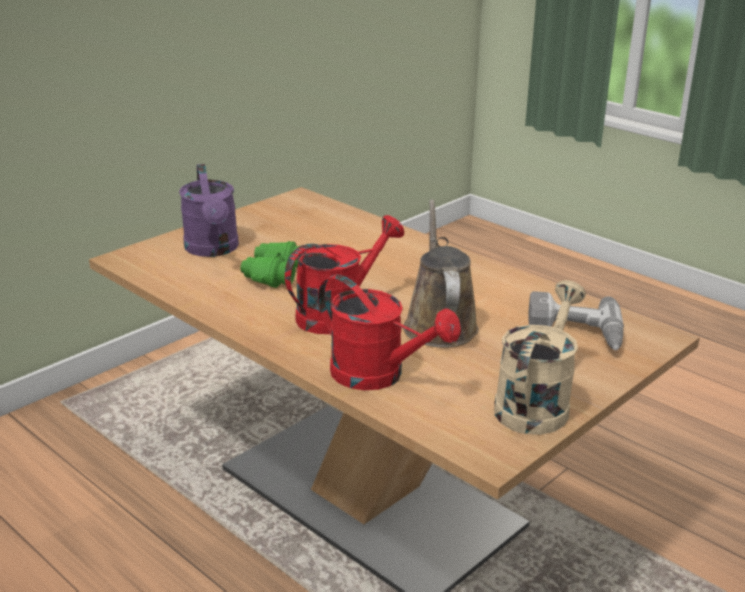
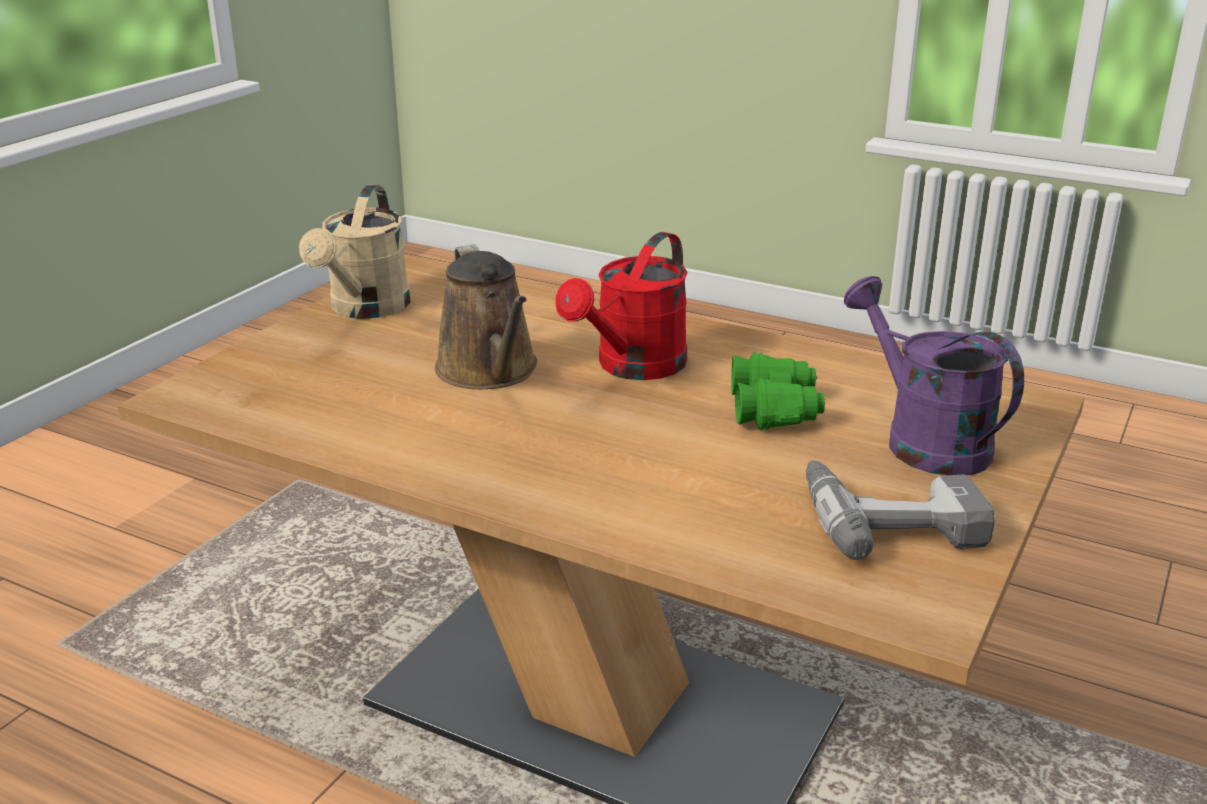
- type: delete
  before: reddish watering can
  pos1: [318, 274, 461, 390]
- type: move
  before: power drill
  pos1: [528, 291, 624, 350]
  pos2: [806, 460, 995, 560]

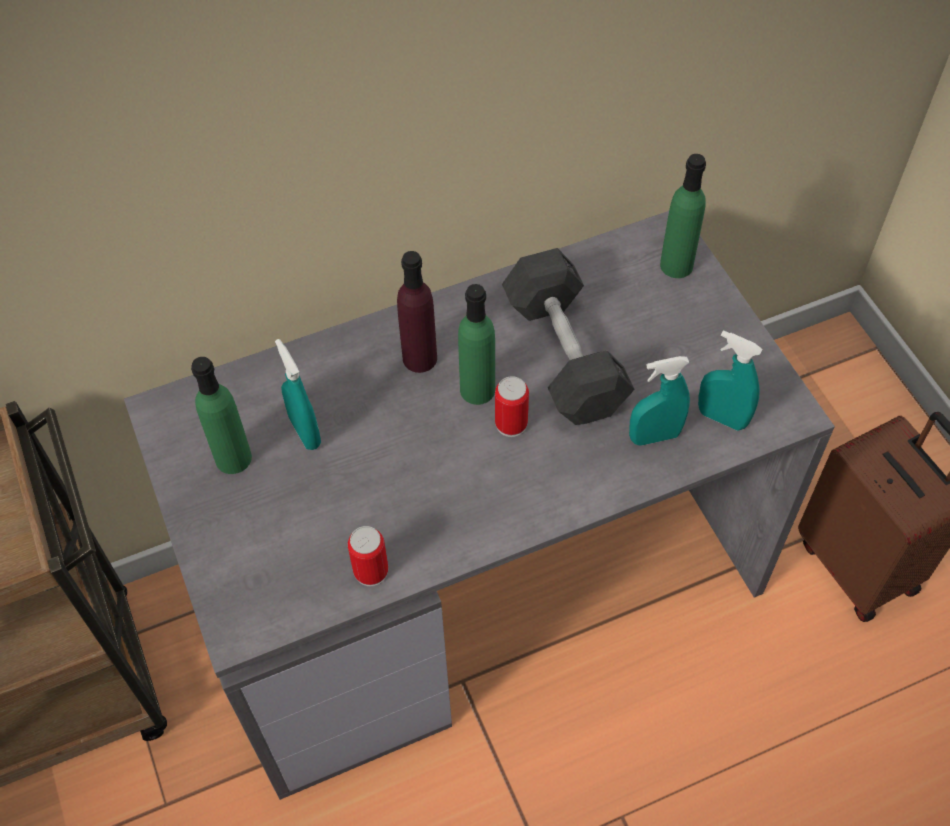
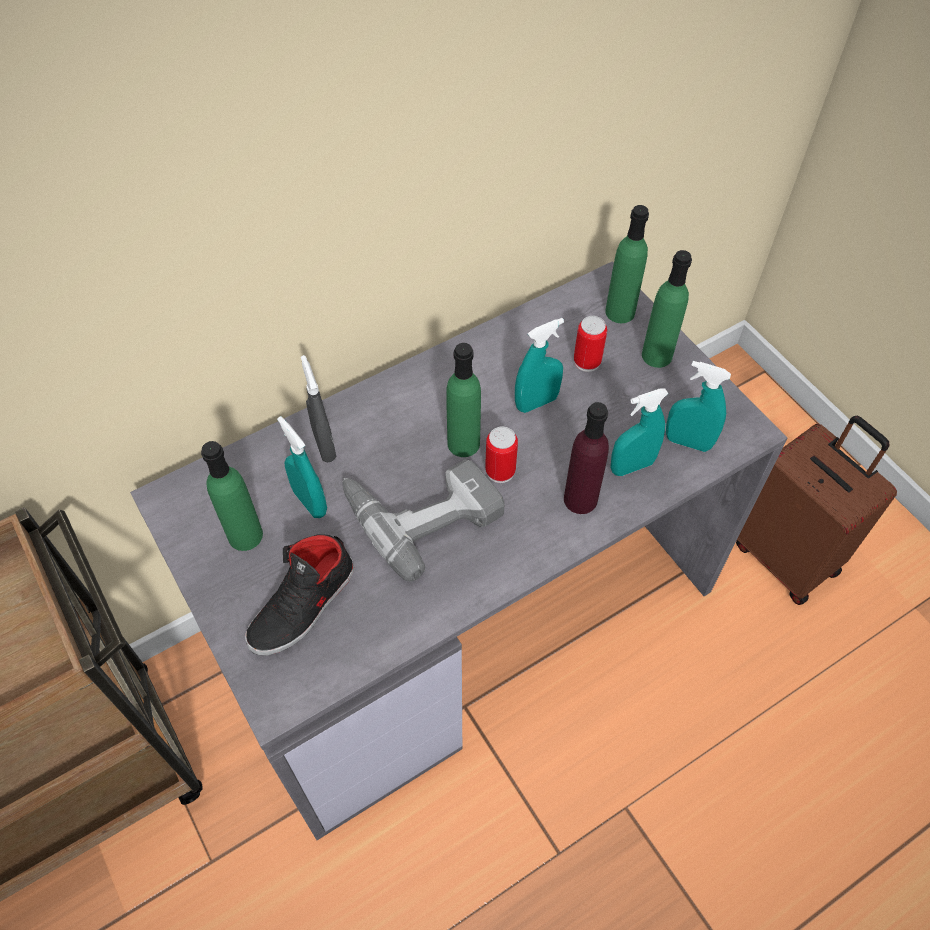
- type: insert
  after: blackish item of footwear
  pos2: [245, 535, 354, 655]
- type: insert
  after: grey sprayer
  pos2: [301, 355, 337, 462]
- type: insert
  after: power drill
  pos2: [342, 460, 505, 581]
- type: insert
  after: green drink bottle
  pos2: [642, 250, 692, 368]
- type: move
  before: can
  pos1: [348, 526, 388, 586]
  pos2: [574, 316, 607, 372]
- type: move
  before: purple drink bottle
  pos1: [397, 251, 437, 373]
  pos2: [564, 402, 609, 514]
- type: replace
  before: grey dumbbell
  after: turquoise sprayer
  pos1: [502, 248, 635, 425]
  pos2: [515, 318, 564, 413]

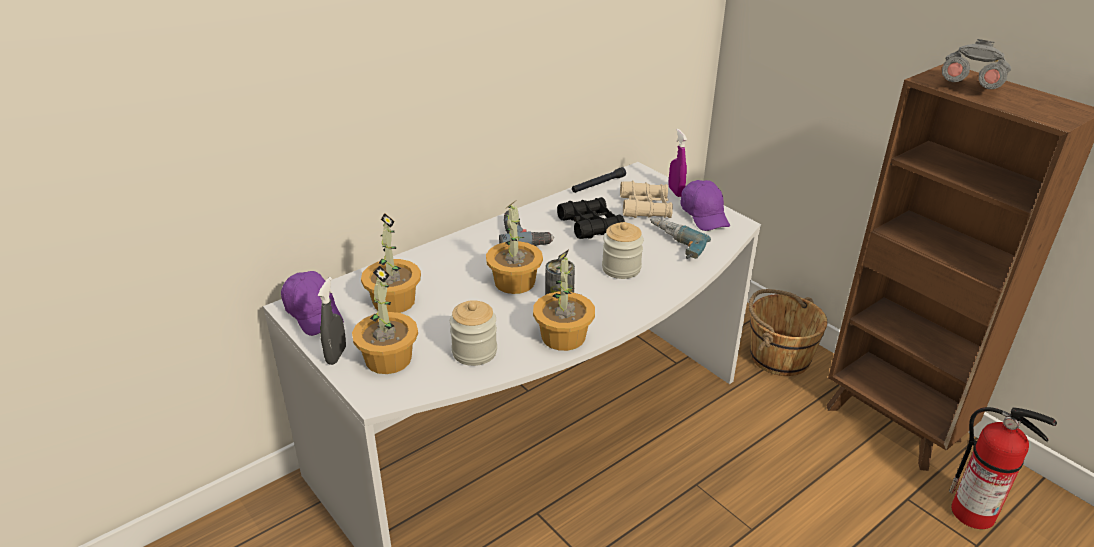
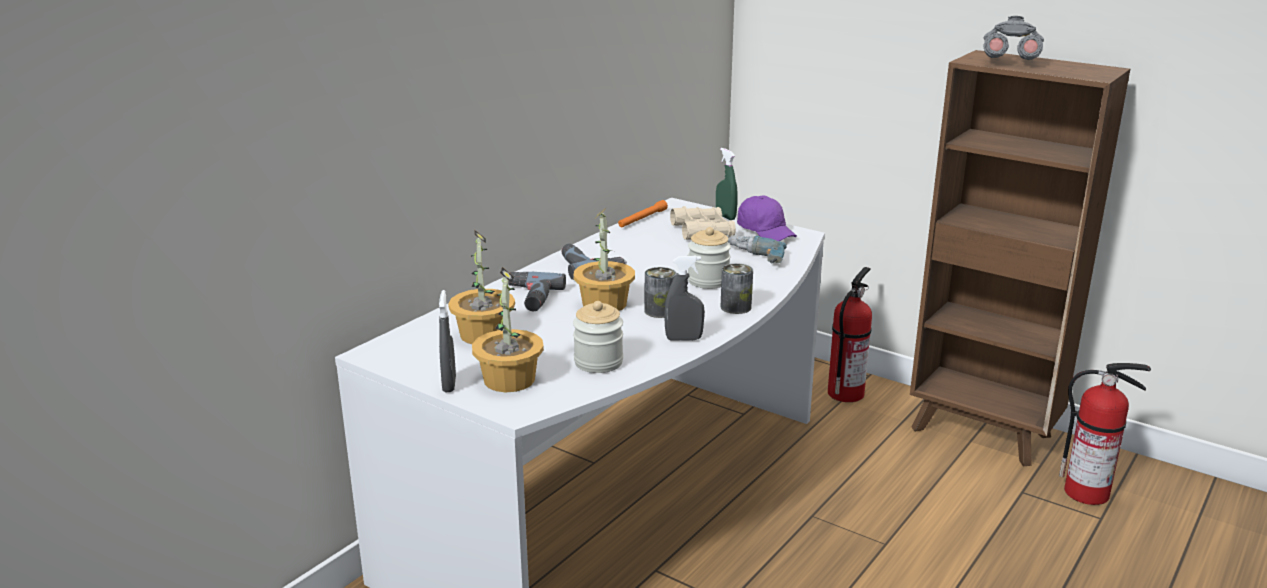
- type: delete
  before: purple peaked cap
  pos1: [281, 271, 344, 336]
- type: delete
  before: blackish binoculars
  pos1: [557, 197, 625, 239]
- type: insert
  after: power drill
  pos2: [508, 272, 566, 311]
- type: insert
  after: can
  pos2: [721, 263, 753, 314]
- type: replace
  before: plant in a pot
  after: grey sprayer
  pos1: [533, 249, 595, 351]
  pos2: [664, 256, 705, 341]
- type: replace
  before: brown-coloured bucket
  after: fire extinguisher
  pos1: [749, 289, 828, 376]
  pos2: [828, 267, 872, 402]
- type: recolor
  before: blackish hand torch
  after: orange hand torch
  pos1: [572, 167, 626, 193]
  pos2: [618, 200, 668, 227]
- type: recolor
  before: purple sprayer
  after: green sprayer
  pos1: [669, 129, 687, 197]
  pos2: [716, 148, 738, 220]

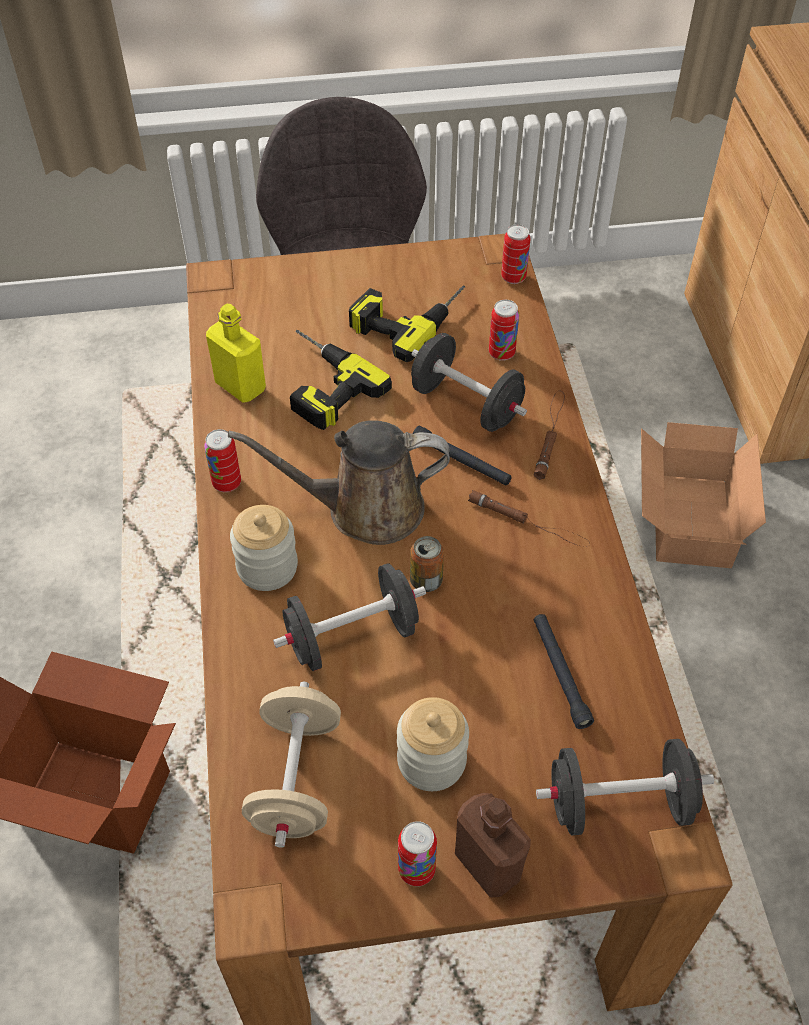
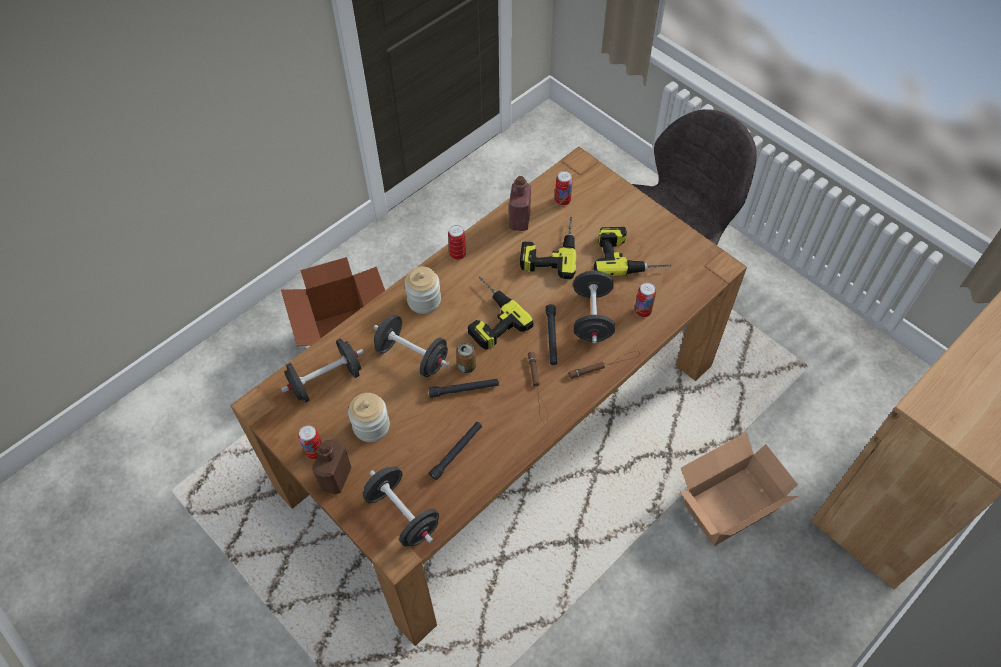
- type: insert
  after: blackish hand torch
  pos2: [428, 379, 499, 398]
- type: move
  before: can
  pos1: [501, 224, 531, 284]
  pos2: [555, 171, 573, 206]
- type: replace
  before: brown-coloured watering can
  after: power drill
  pos1: [228, 420, 450, 545]
  pos2: [468, 277, 533, 350]
- type: recolor
  before: yellow-coloured drink bottle
  after: reddish drink bottle
  pos1: [206, 304, 266, 403]
  pos2: [509, 176, 531, 231]
- type: recolor
  before: sand-coloured dumbbell
  after: blackish dumbbell
  pos1: [242, 682, 341, 848]
  pos2: [281, 339, 364, 403]

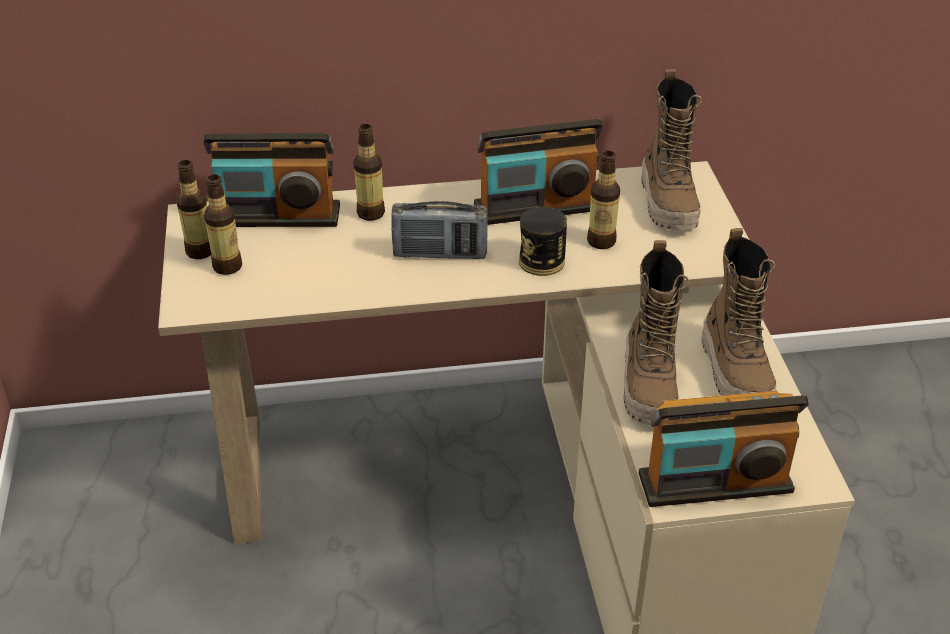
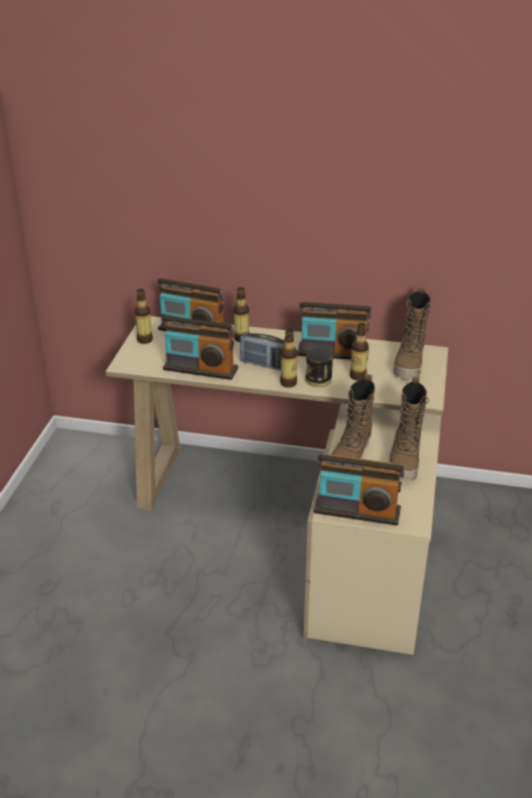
- type: insert
  after: radio
  pos2: [162, 316, 238, 380]
- type: move
  before: drink bottle
  pos1: [204, 174, 242, 275]
  pos2: [280, 329, 298, 388]

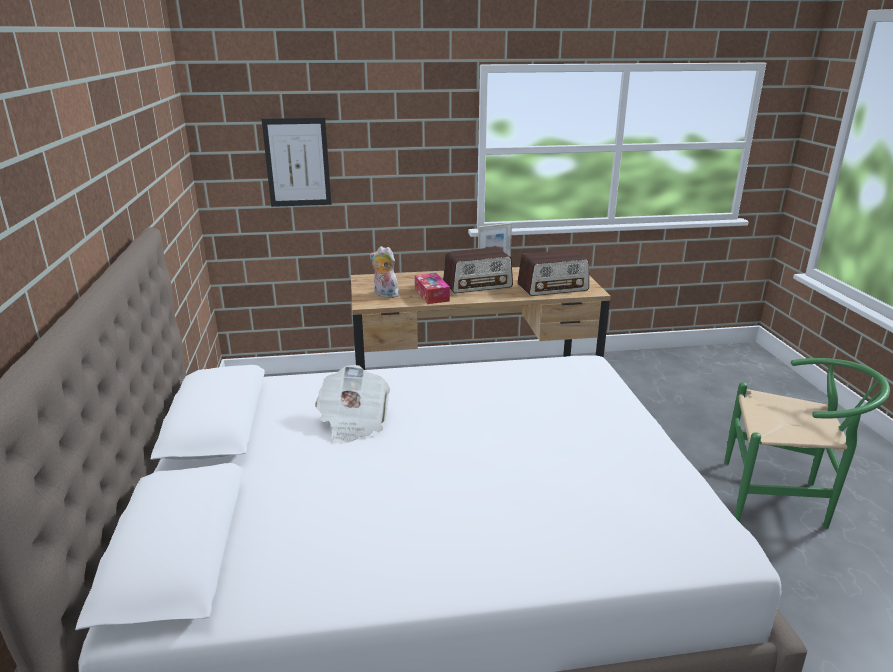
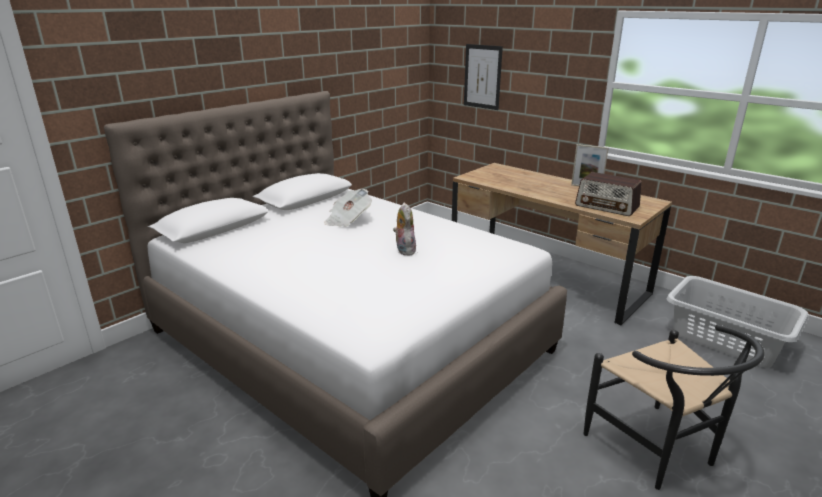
- type: delete
  before: tissue box
  pos1: [415, 273, 450, 304]
- type: delete
  before: radio
  pos1: [443, 247, 513, 293]
- type: insert
  after: grey laundry basket
  pos2: [667, 276, 808, 368]
- type: move
  before: plush toy
  pos1: [370, 246, 399, 299]
  pos2: [393, 202, 416, 256]
- type: recolor
  before: green plain chair
  after: blackish plain chair
  pos1: [725, 358, 890, 529]
  pos2: [584, 324, 765, 490]

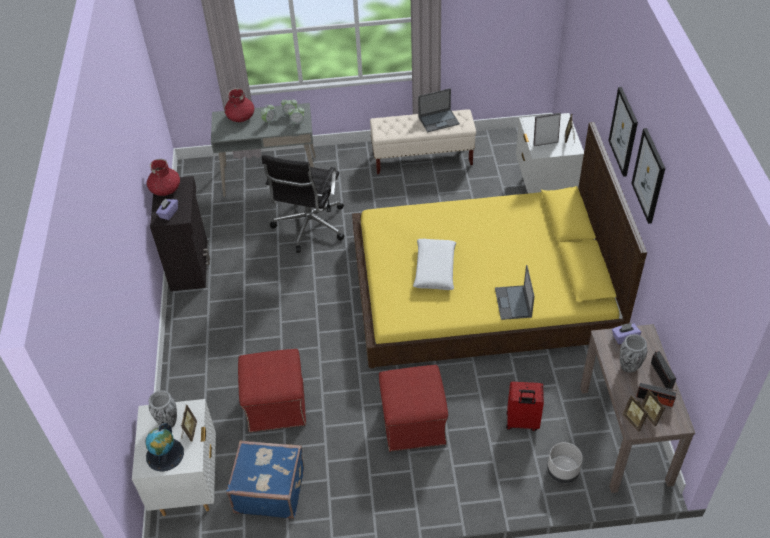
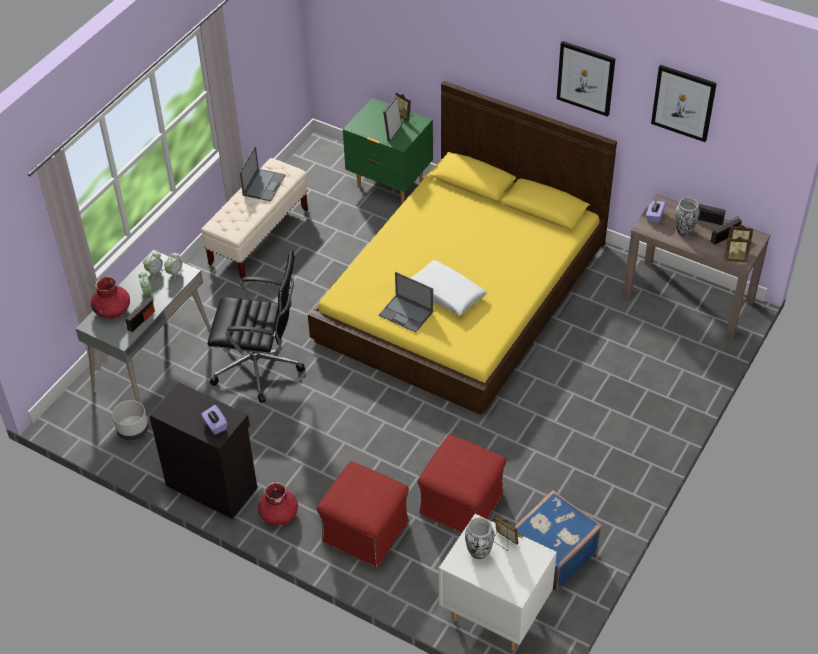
- type: delete
  before: world globe
  pos1: [146, 423, 184, 472]
- type: delete
  before: reddish suitcase
  pos1: [506, 382, 544, 431]
- type: insert
  after: radio
  pos2: [126, 296, 155, 332]
- type: move
  before: reddish flower vase
  pos1: [147, 159, 180, 196]
  pos2: [258, 482, 298, 525]
- type: move
  before: reddish pouffe
  pos1: [379, 365, 448, 452]
  pos2: [317, 461, 409, 568]
- type: move
  before: portable computer
  pos1: [495, 265, 535, 320]
  pos2: [379, 272, 433, 333]
- type: move
  before: grey plant pot
  pos1: [547, 442, 583, 483]
  pos2: [112, 400, 149, 441]
- type: move
  before: picture
  pos1: [608, 87, 638, 177]
  pos2: [651, 65, 717, 142]
- type: recolor
  before: white night table
  after: green night table
  pos1: [516, 113, 584, 194]
  pos2: [343, 98, 433, 204]
- type: rotate
  before: blackish desk chair
  pos1: [262, 155, 344, 253]
  pos2: [208, 250, 305, 403]
  turn: -45

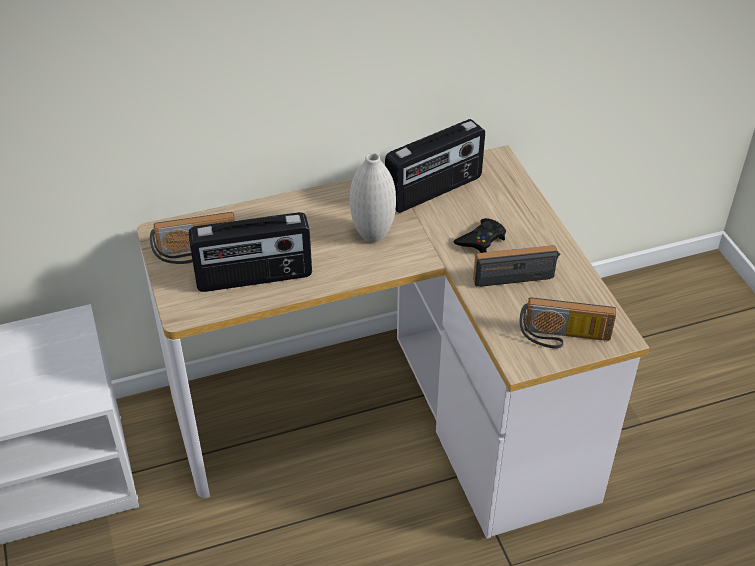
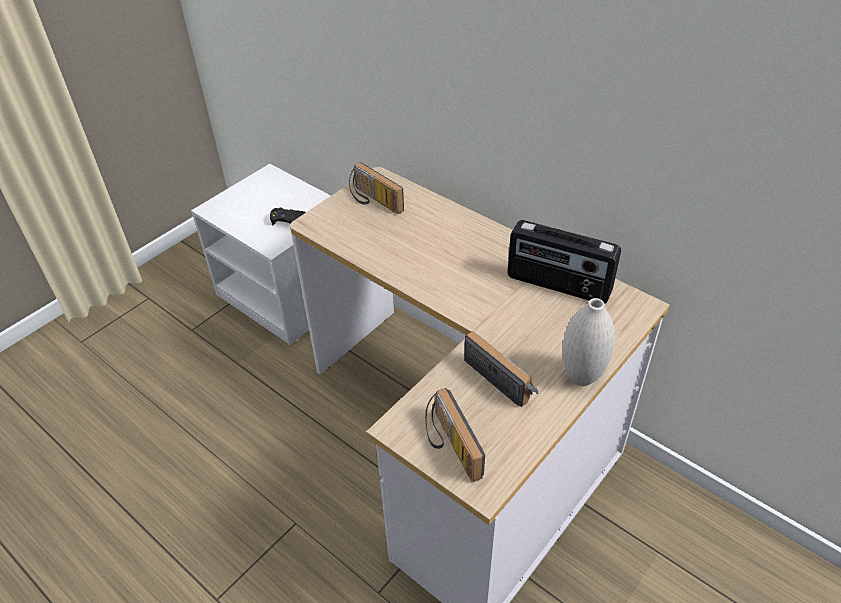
- type: delete
  before: radio
  pos1: [189, 212, 312, 292]
- type: move
  before: white flower vase
  pos1: [350, 153, 396, 242]
  pos2: [562, 298, 615, 386]
- type: move
  before: blackish gamepad
  pos1: [453, 218, 506, 253]
  pos2: [270, 207, 306, 225]

